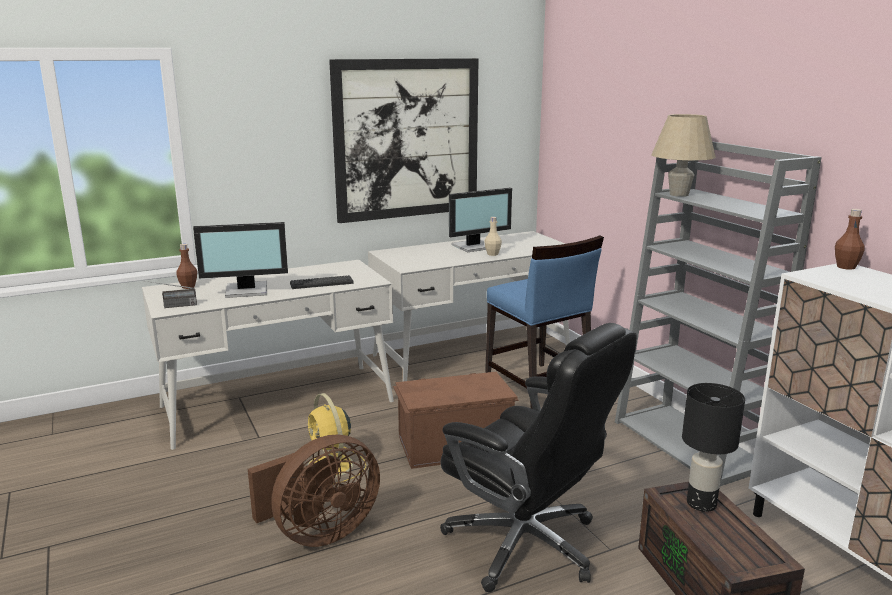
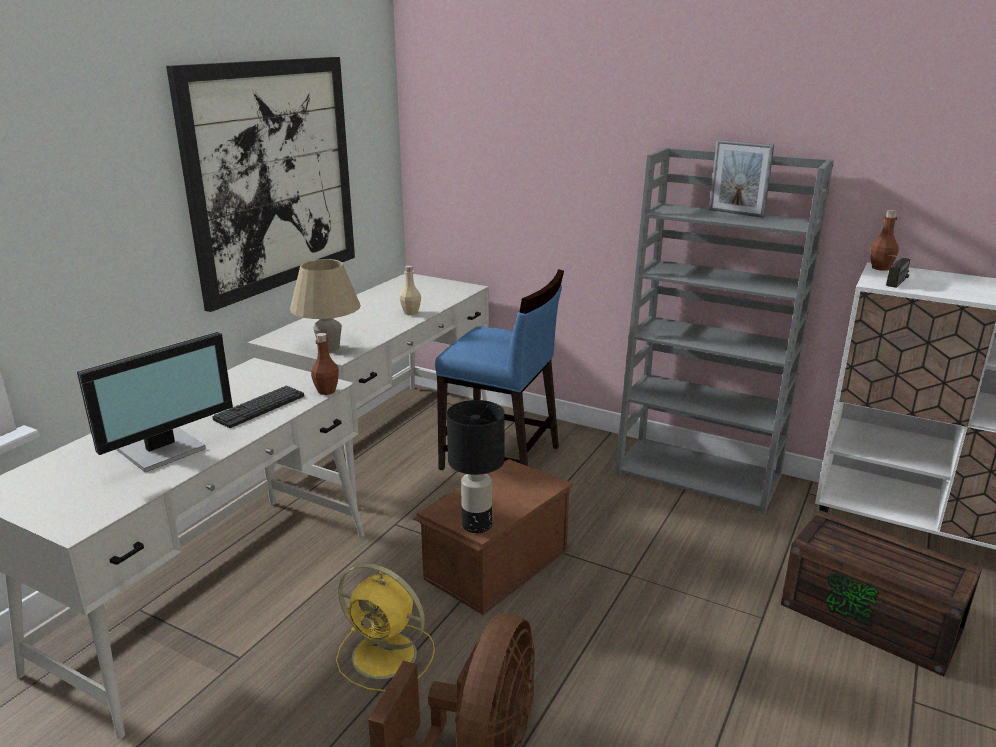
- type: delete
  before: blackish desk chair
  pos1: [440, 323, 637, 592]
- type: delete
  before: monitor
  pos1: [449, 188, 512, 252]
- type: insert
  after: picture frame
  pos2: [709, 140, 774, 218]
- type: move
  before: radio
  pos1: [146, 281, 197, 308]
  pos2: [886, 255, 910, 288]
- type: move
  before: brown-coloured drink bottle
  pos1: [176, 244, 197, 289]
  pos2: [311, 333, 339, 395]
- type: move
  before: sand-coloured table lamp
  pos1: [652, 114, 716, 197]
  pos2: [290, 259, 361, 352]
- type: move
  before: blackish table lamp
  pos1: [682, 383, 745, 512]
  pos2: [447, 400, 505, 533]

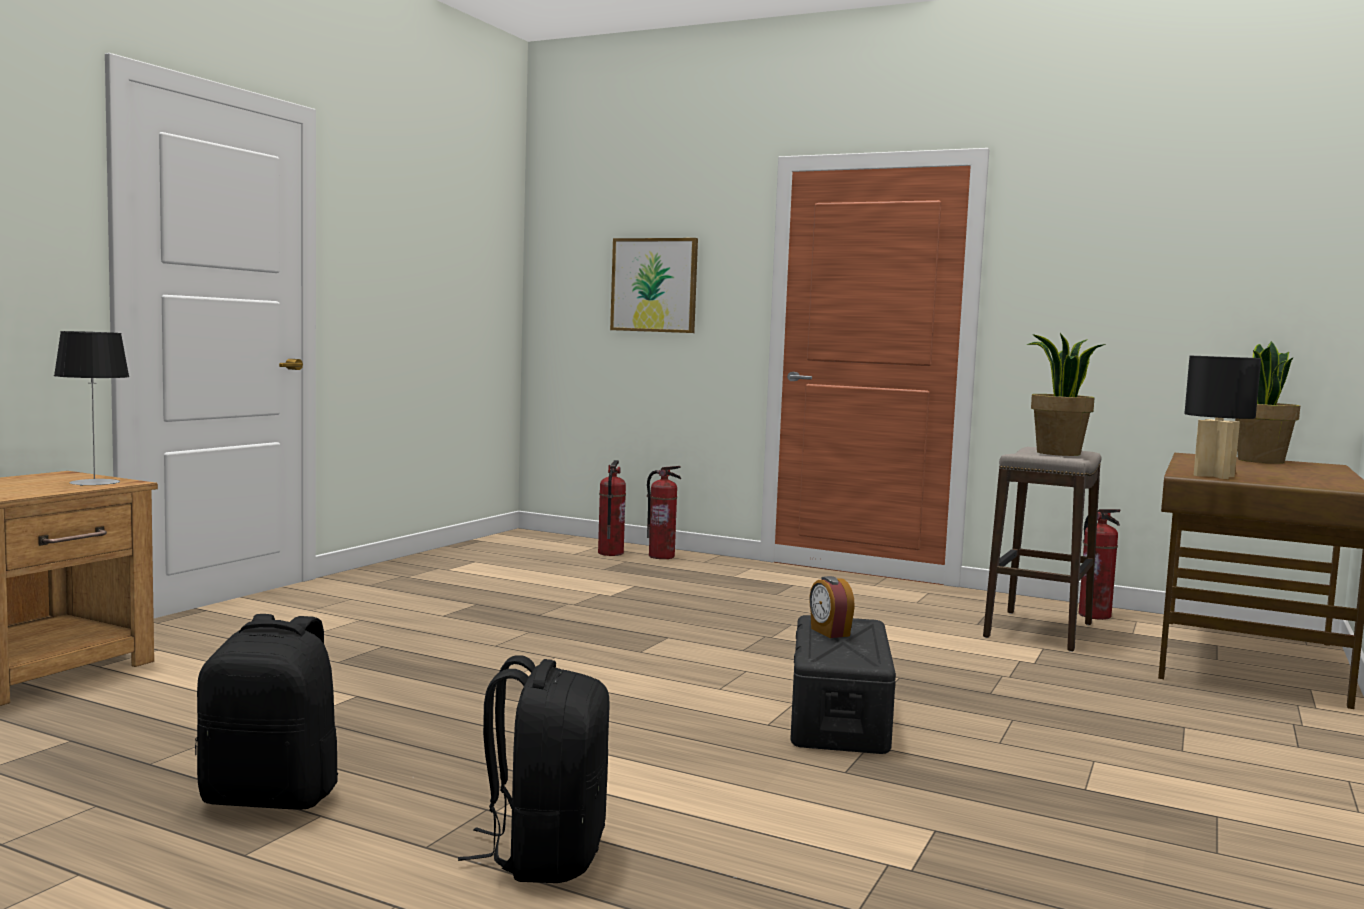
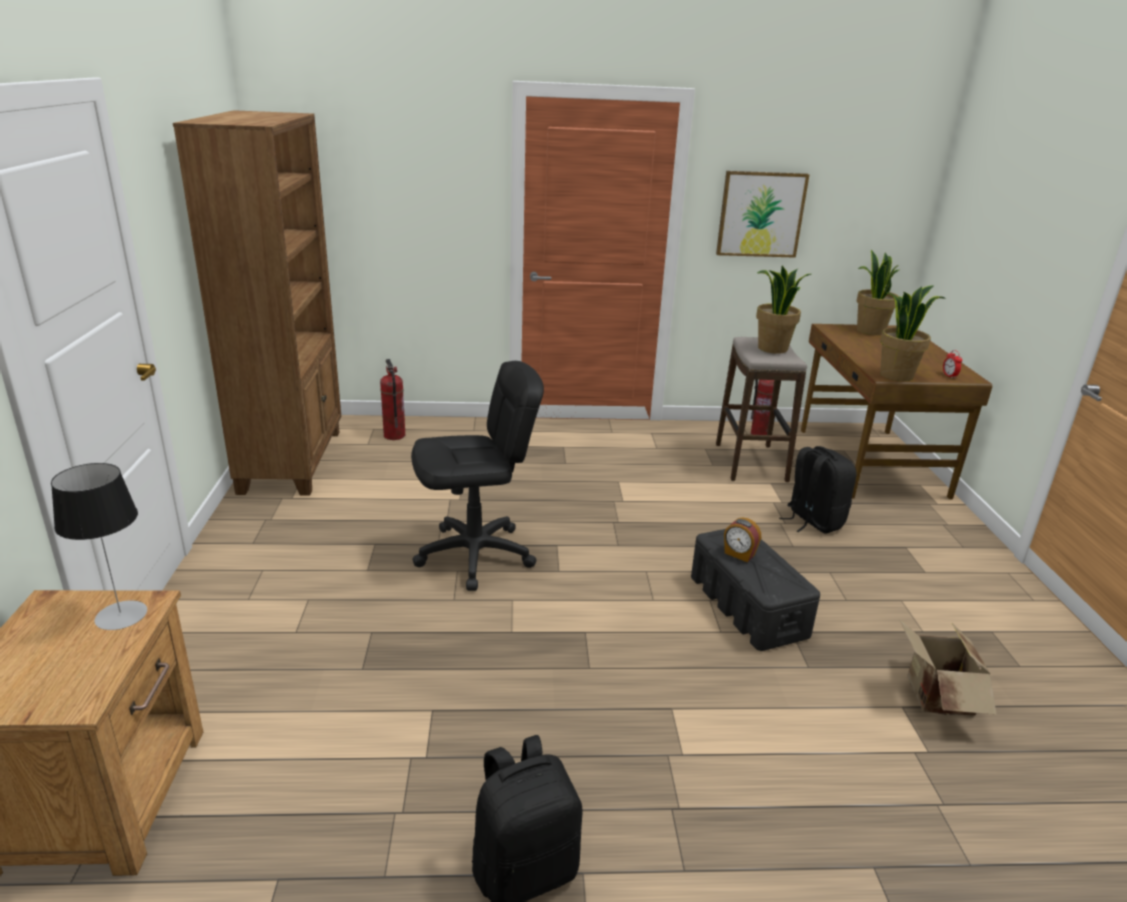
- type: delete
  before: fire extinguisher
  pos1: [647, 466, 681, 559]
- type: insert
  after: brown-coloured bookcase
  pos2: [173, 110, 341, 496]
- type: insert
  after: blackish desk chair
  pos2: [411, 361, 544, 591]
- type: insert
  after: cardboard box
  pos2: [899, 619, 997, 716]
- type: insert
  after: bedside clock
  pos2: [943, 350, 962, 378]
- type: move
  before: blackish knapsack
  pos1: [458, 655, 610, 883]
  pos2: [779, 446, 856, 534]
- type: move
  before: picture
  pos1: [610, 238, 698, 333]
  pos2: [716, 171, 810, 258]
- type: replace
  before: blackish table lamp
  after: plant in a pot
  pos1: [1184, 355, 1261, 479]
  pos2: [880, 285, 946, 381]

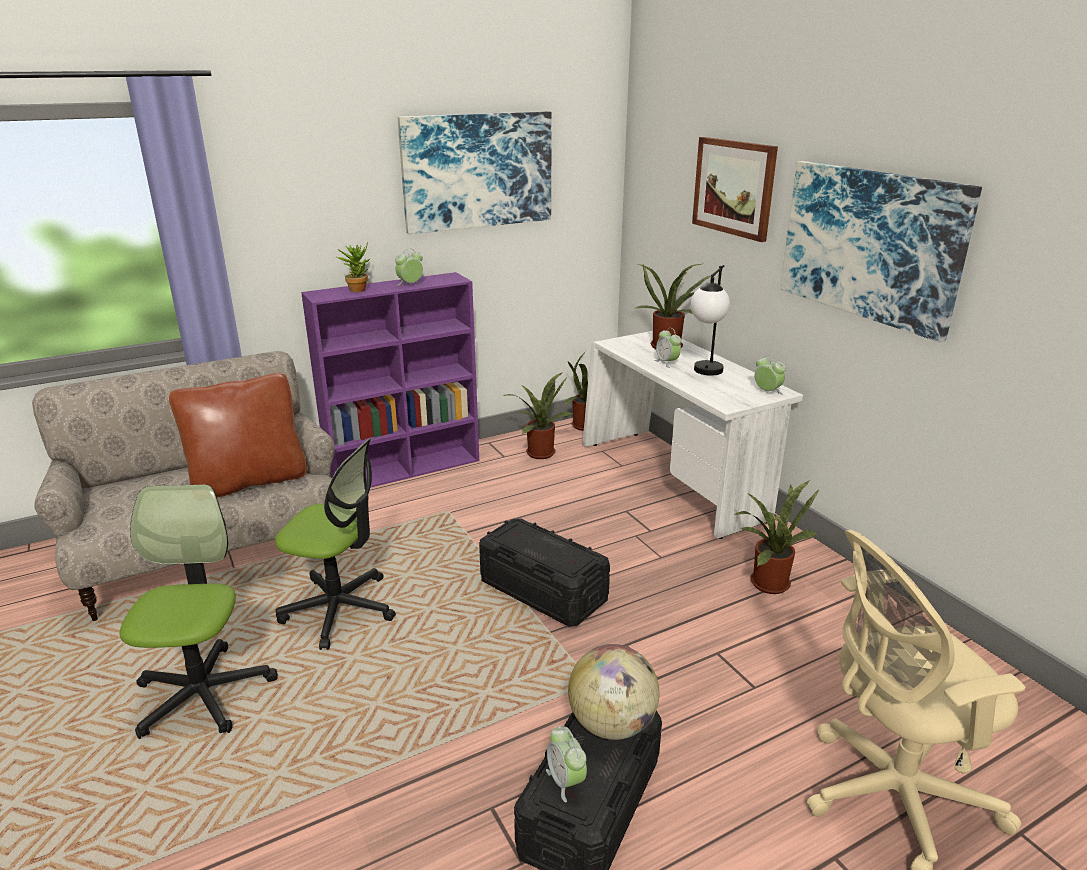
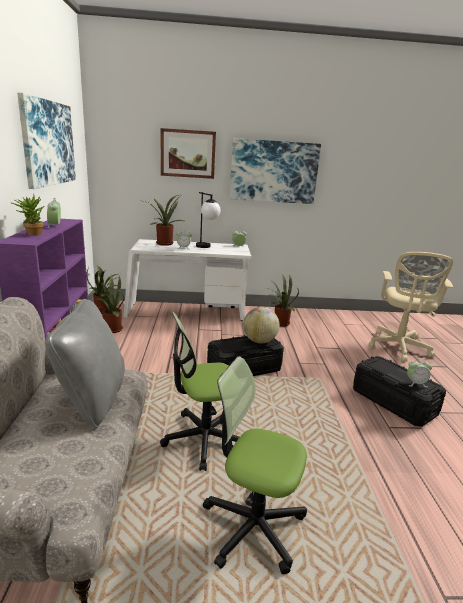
- type: move
  before: world globe
  pos1: [568, 644, 659, 740]
  pos2: [243, 307, 280, 343]
- type: recolor
  before: brown-coloured throw pillow
  after: grey throw pillow
  pos1: [169, 373, 307, 498]
  pos2: [45, 299, 125, 428]
- type: rotate
  before: desk chair
  pos1: [275, 438, 396, 650]
  pos2: [160, 312, 239, 471]
  turn: -150

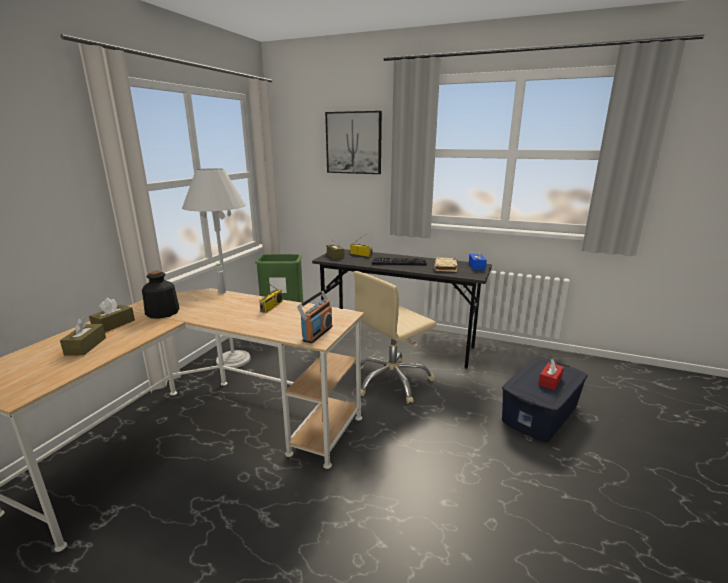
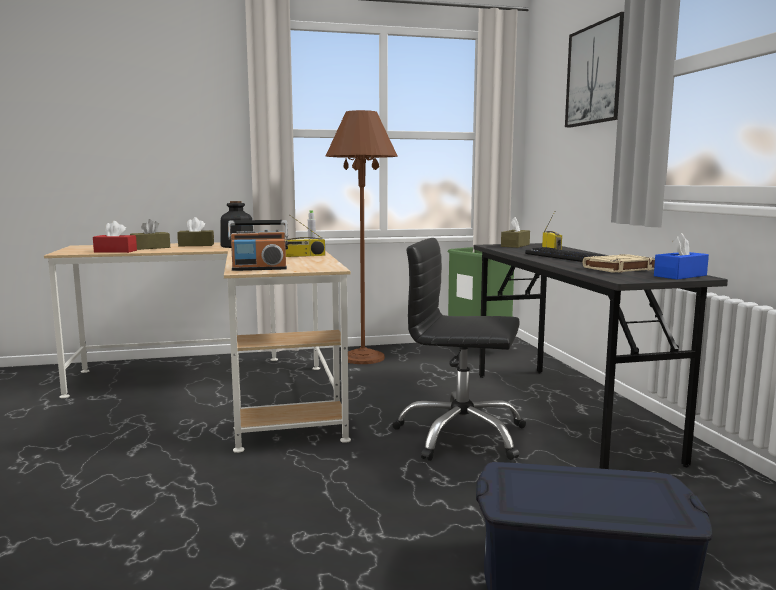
- type: move
  before: reddish tissue box
  pos1: [538, 359, 564, 390]
  pos2: [93, 221, 137, 253]
- type: recolor
  before: white standard lamp
  after: brown-coloured standard lamp
  pos1: [182, 168, 251, 368]
  pos2: [326, 110, 398, 364]
- type: recolor
  before: sand-coloured desk chair
  after: blackish desk chair
  pos1: [354, 271, 436, 404]
  pos2: [392, 238, 526, 461]

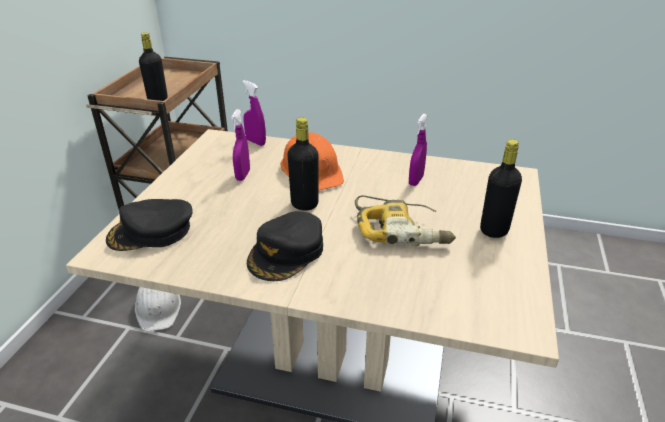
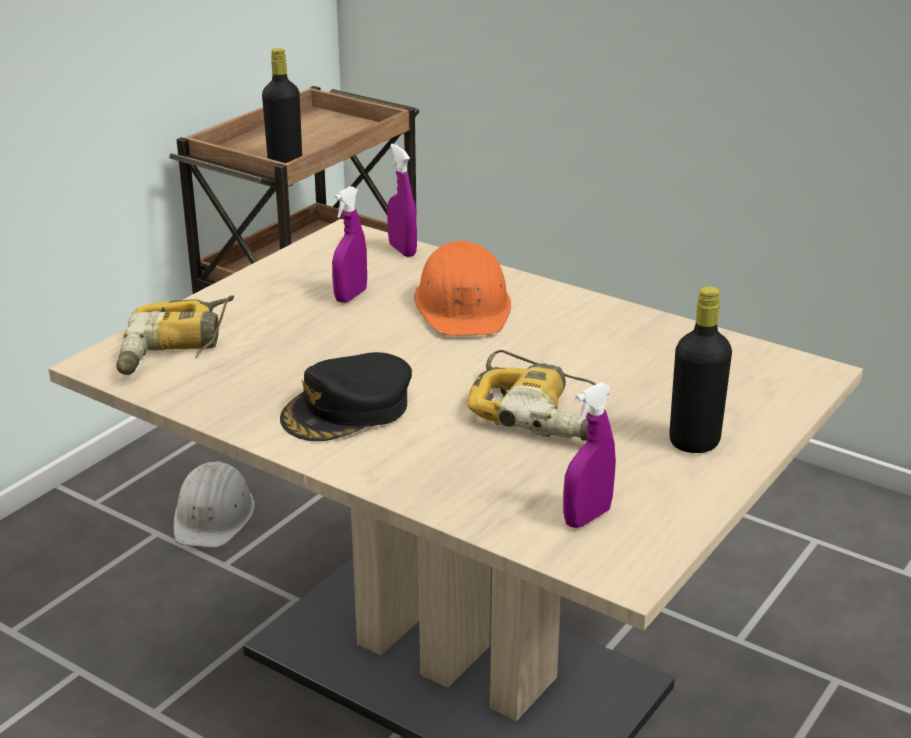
- type: delete
  before: blackish drink bottle
  pos1: [288, 118, 319, 210]
- type: move
  before: purple sprayer
  pos1: [409, 114, 427, 186]
  pos2: [563, 382, 616, 528]
- type: replace
  before: blackish peaked cap
  after: power drill
  pos1: [106, 199, 193, 251]
  pos2: [116, 295, 234, 375]

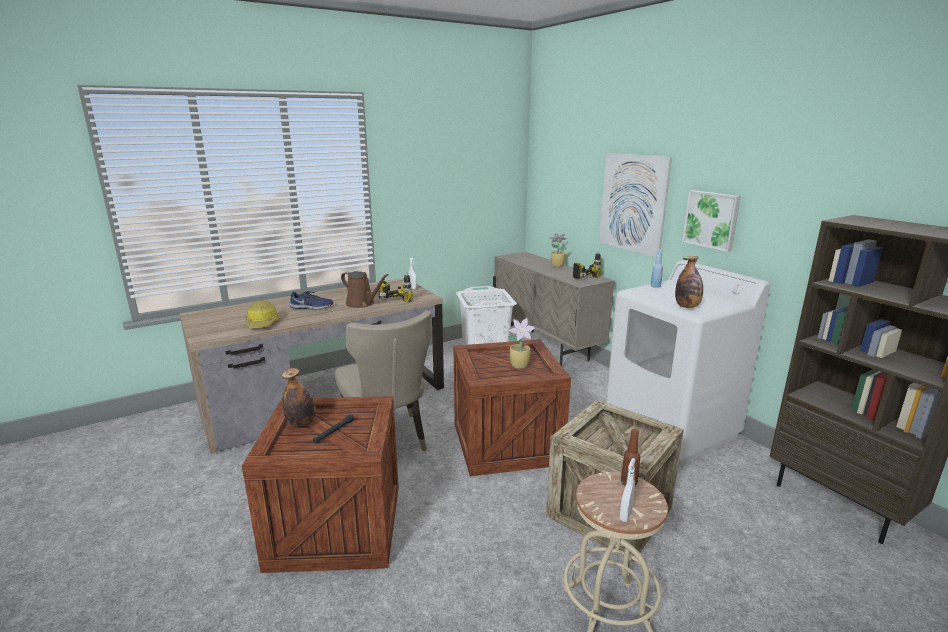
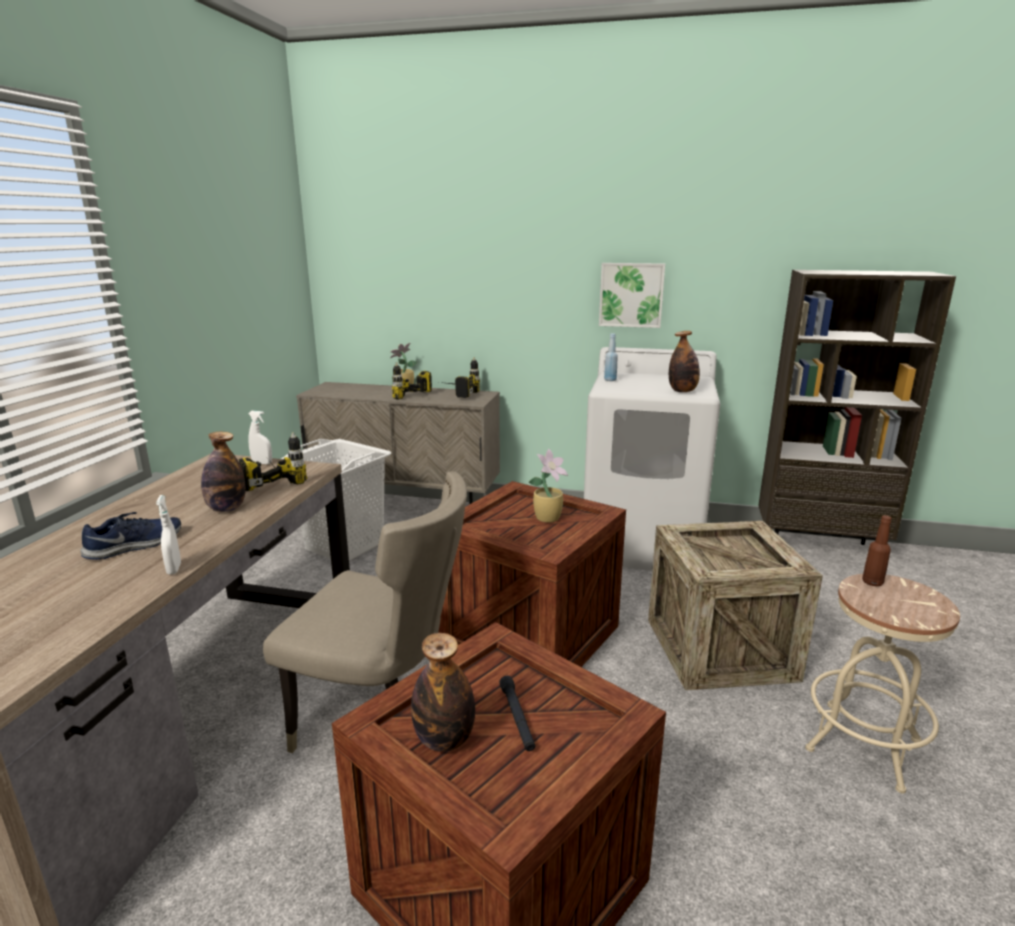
- type: delete
  before: work helmet
  pos1: [245, 300, 280, 328]
- type: delete
  before: picture
  pos1: [599, 153, 672, 257]
- type: insert
  after: power drill
  pos2: [392, 362, 432, 400]
- type: move
  before: white sprayer
  pos1: [620, 458, 636, 522]
  pos2: [156, 495, 181, 575]
- type: replace
  before: brown-coloured watering can
  after: drink bottle
  pos1: [341, 271, 389, 308]
  pos2: [201, 432, 246, 512]

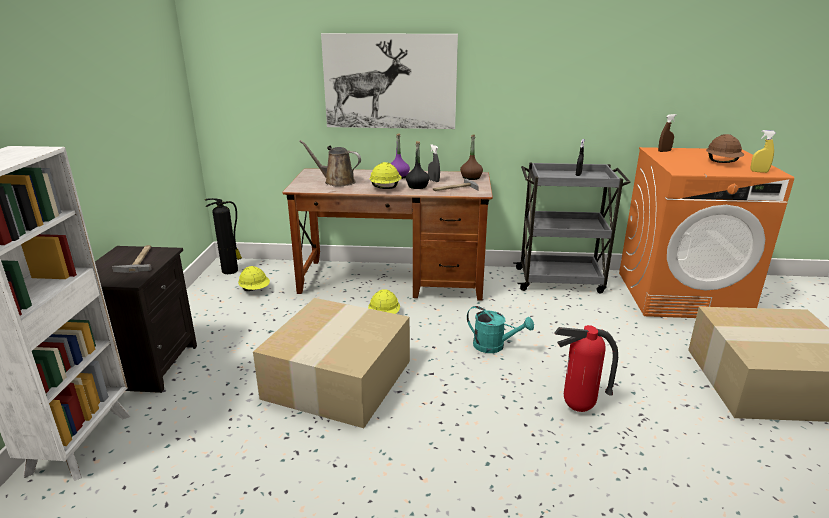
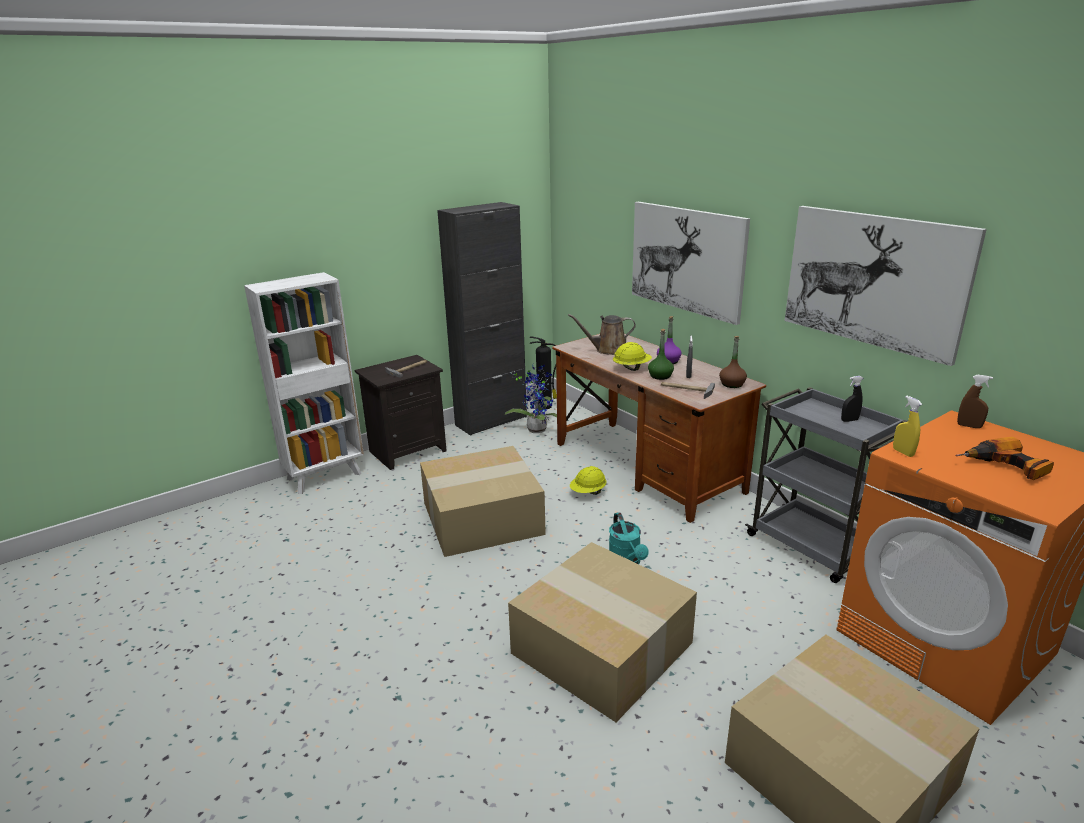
- type: insert
  after: blackish cupboard
  pos2: [437, 202, 527, 436]
- type: insert
  after: picture
  pos2: [785, 206, 987, 366]
- type: move
  before: yellow-coloured sprayer
  pos1: [750, 130, 776, 173]
  pos2: [893, 396, 922, 457]
- type: replace
  before: yellow-coloured work helmet
  after: plant in a pot
  pos1: [238, 266, 270, 291]
  pos2: [505, 365, 557, 433]
- type: replace
  before: fire extinguisher
  after: cardboard box
  pos1: [554, 325, 618, 412]
  pos2: [508, 542, 697, 722]
- type: replace
  before: brown-coloured work helmet
  after: power drill
  pos1: [706, 134, 744, 163]
  pos2: [955, 437, 1054, 480]
- type: recolor
  before: blackish drink bottle
  after: green drink bottle
  pos1: [406, 141, 430, 189]
  pos2: [648, 329, 674, 380]
- type: rotate
  before: brown-coloured watering can
  pos1: [299, 140, 361, 187]
  pos2: [568, 314, 636, 355]
  turn: -75

